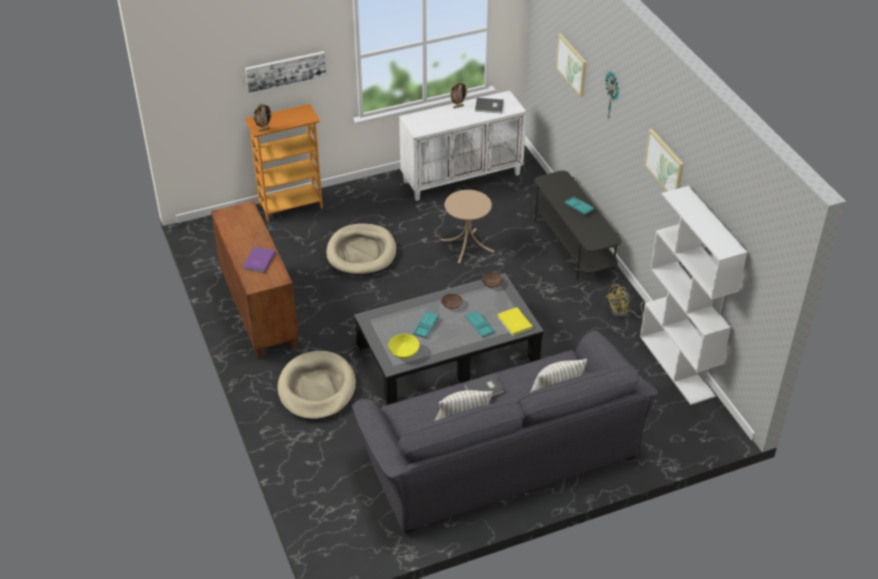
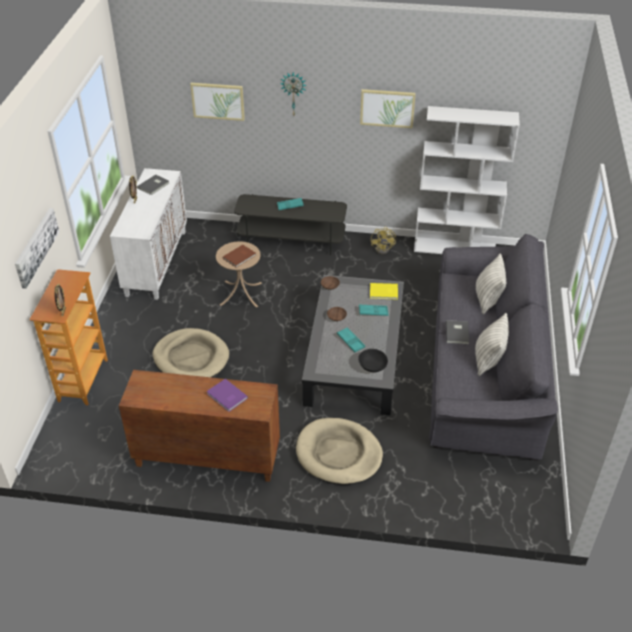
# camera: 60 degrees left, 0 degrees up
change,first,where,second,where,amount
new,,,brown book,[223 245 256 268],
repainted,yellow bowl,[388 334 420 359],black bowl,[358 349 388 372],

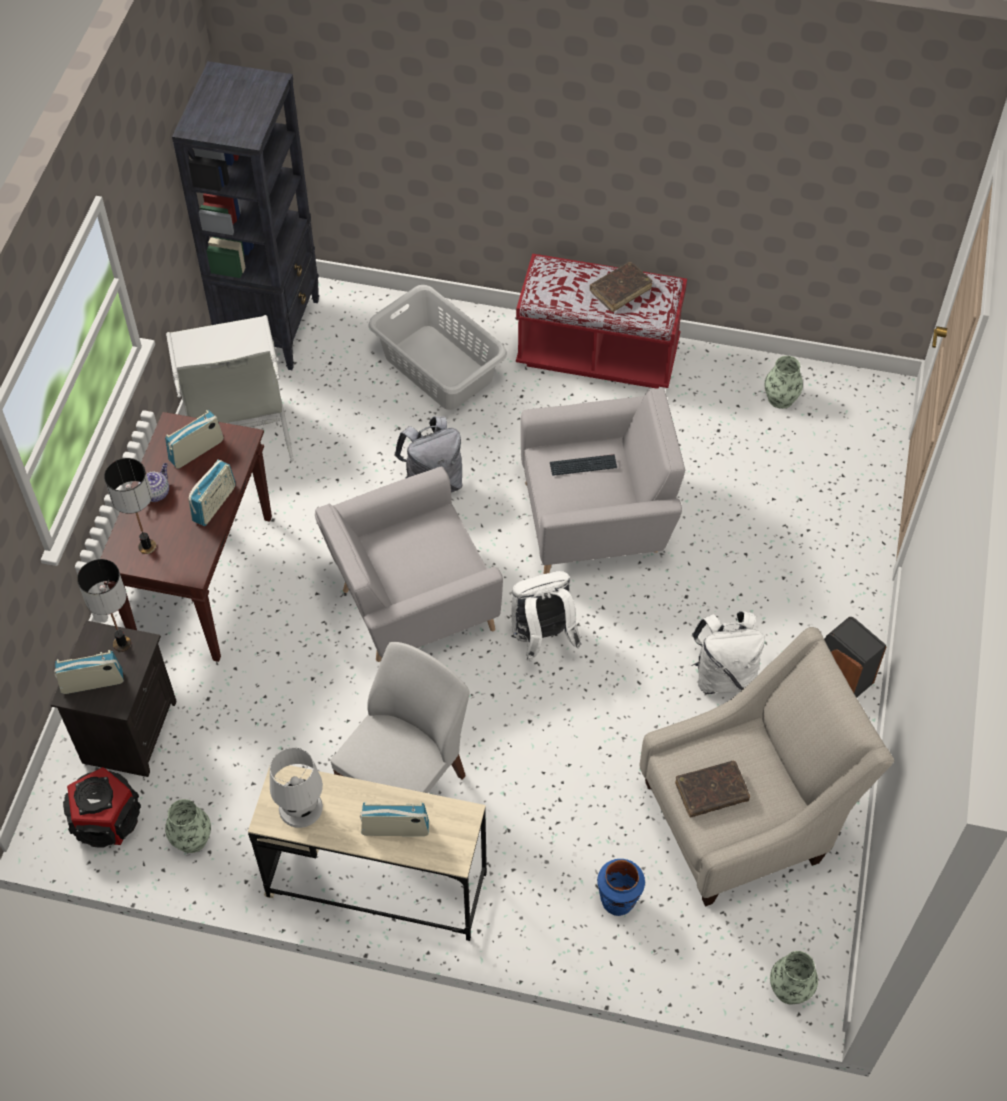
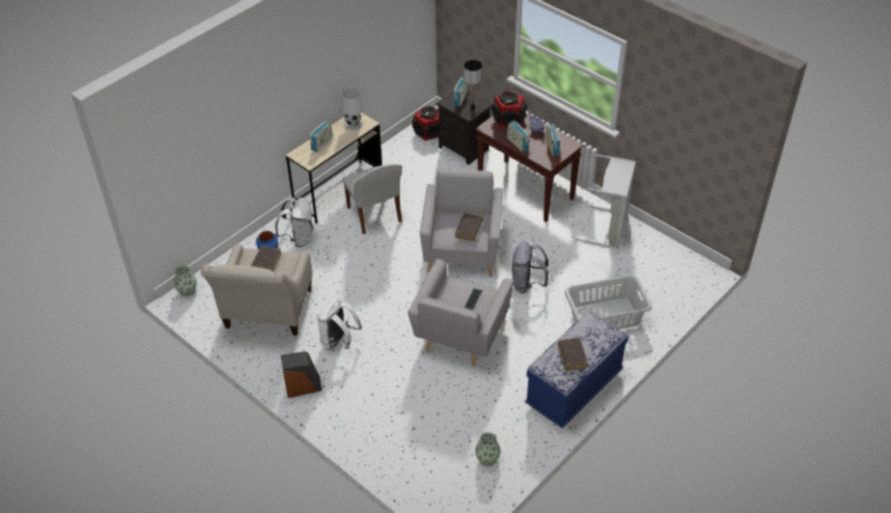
# camera: 120 degrees right, 10 degrees down
change,first,where,second,where,amount
gone,vase,[165 799 211 853],,,
gone,black bookcase,[172 61 320 370],,,
new,,,brown book,[455 213 483 241],
shifted,white backpack,[511 571 582 661],,[275 197 314 248],
swapped,table lamp,[104 458 156 554],speaker,[491 90 527 127],
repainted,red bench,[516 254 687 389],blue bench,[525 312 628 429],

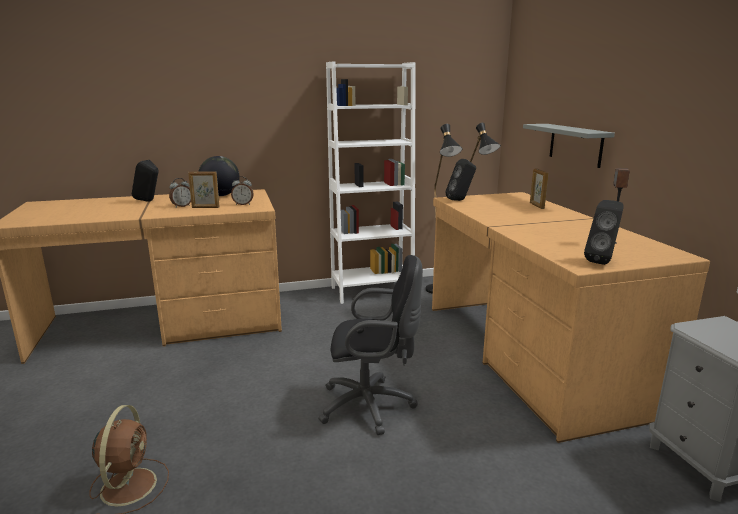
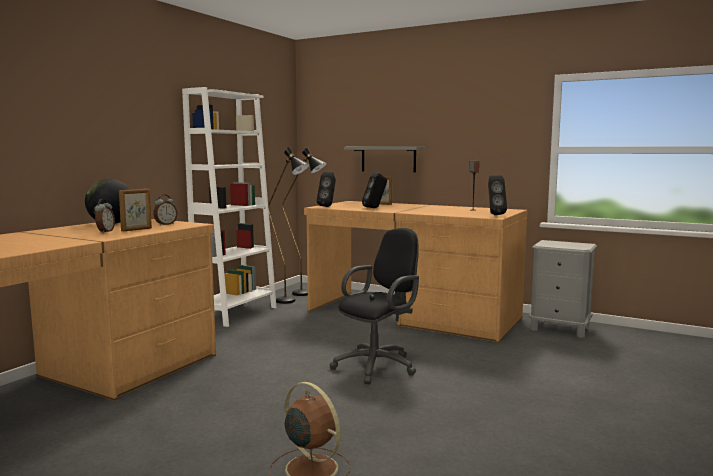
# camera: 45 degrees left, 10 degrees down
change,first,where,second,where,amount
shifted,black speaker,[132 160 159 202],,[362 172 387 208],

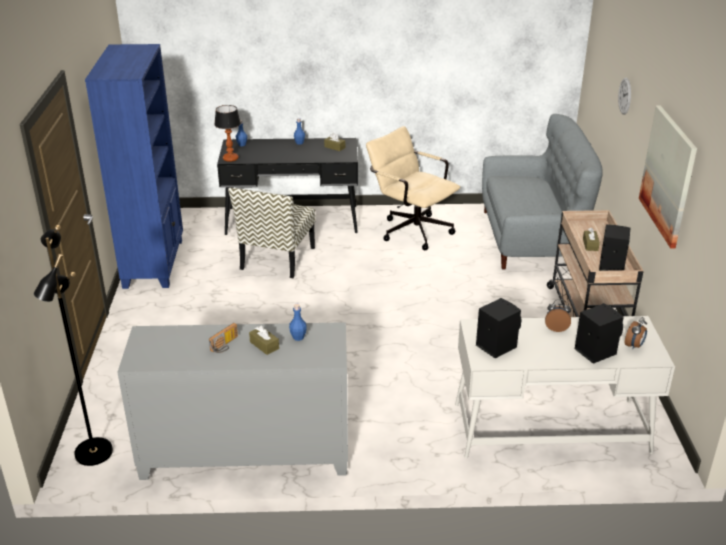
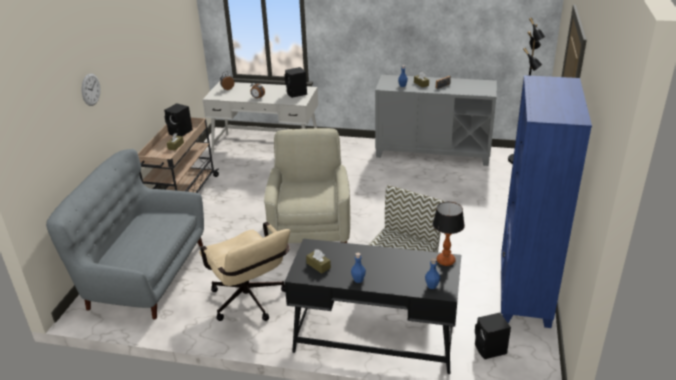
# camera: 165 degrees left, 0 degrees up
change,first,where,second,where,amount
gone,picture,[639 105 697 249],,,
new,,,beige armchair,[264 128 350 243],
shifted,black speaker,[575 303 624 364],,[475 313 511 359],

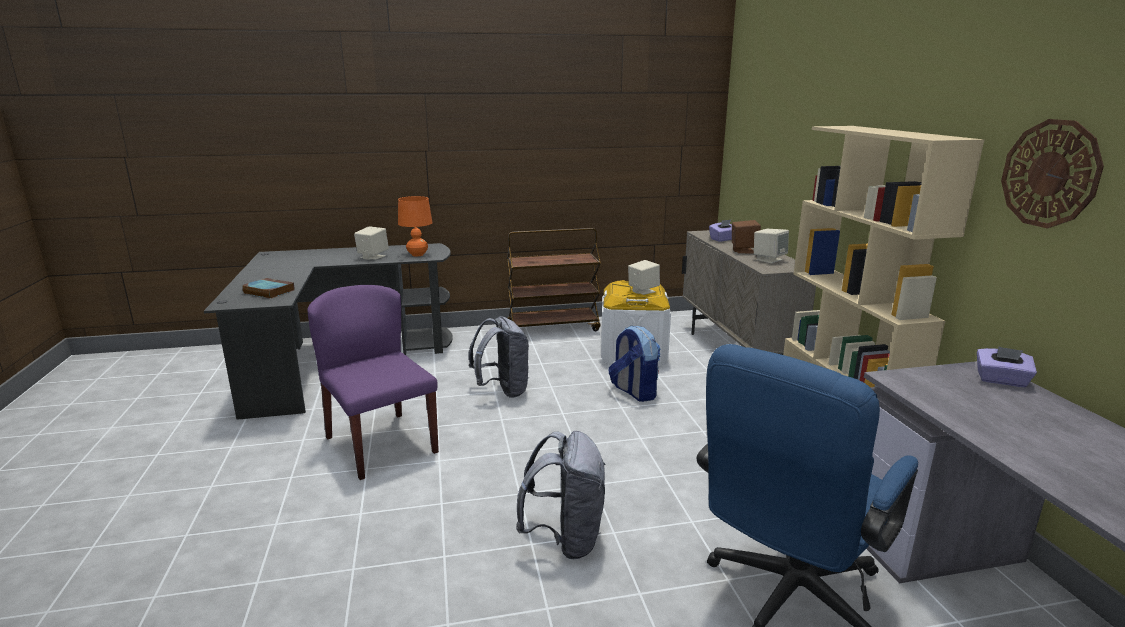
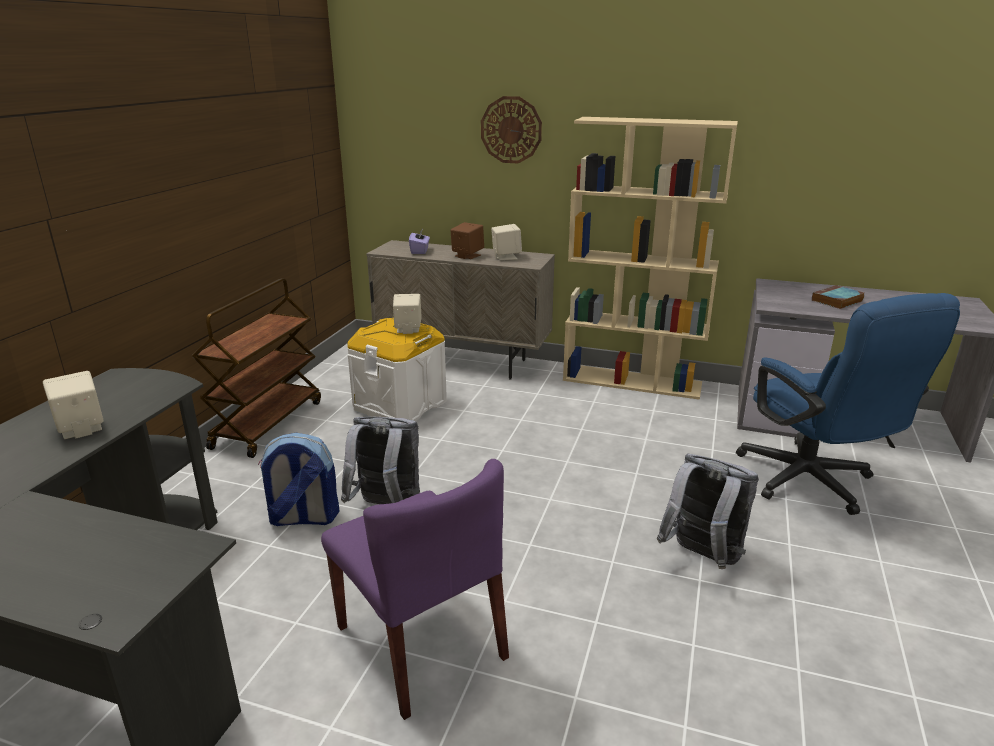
# camera: 60 degrees left, 5 degrees up
change,first,where,second,where,amount
gone,orange table lamp,[398 196 433 256],,,
gone,purple tissue box,[977 347 1037 387],,,
shifted,book,[242 278 295 299],,[812 285 864 309],
shifted,backpack,[609 325 661 402],,[258 433 339 526],
shifted,wall clock,[1001 119 1104 228],,[481 96 542 164],
rotated,purple chair,[307 285 439 480],,[321 459 509 720],120 degrees counterclockwise

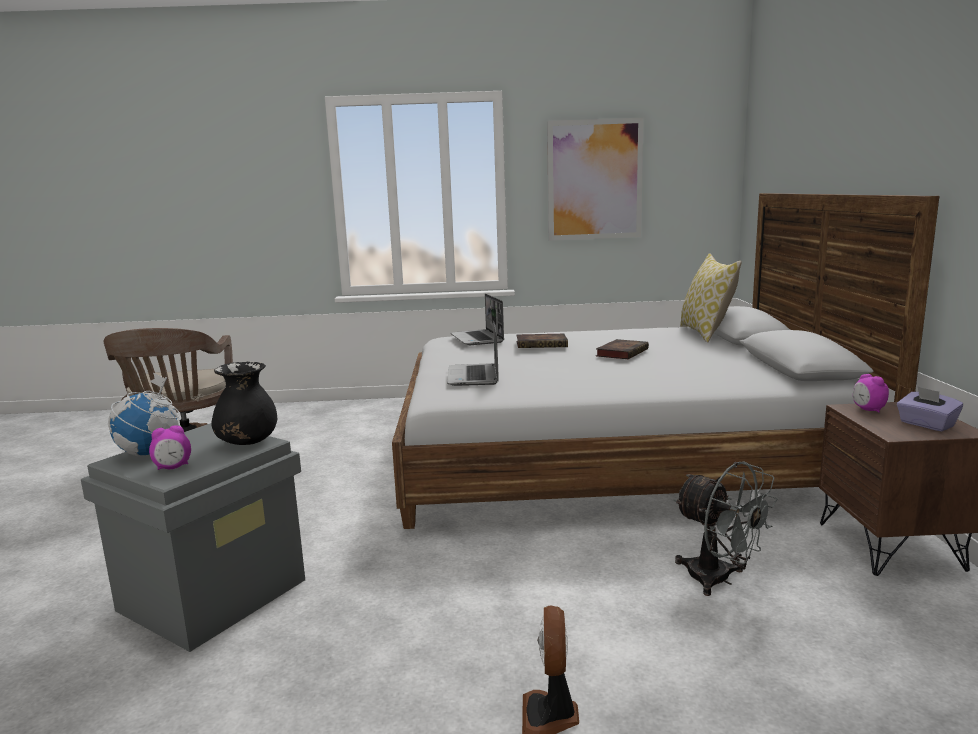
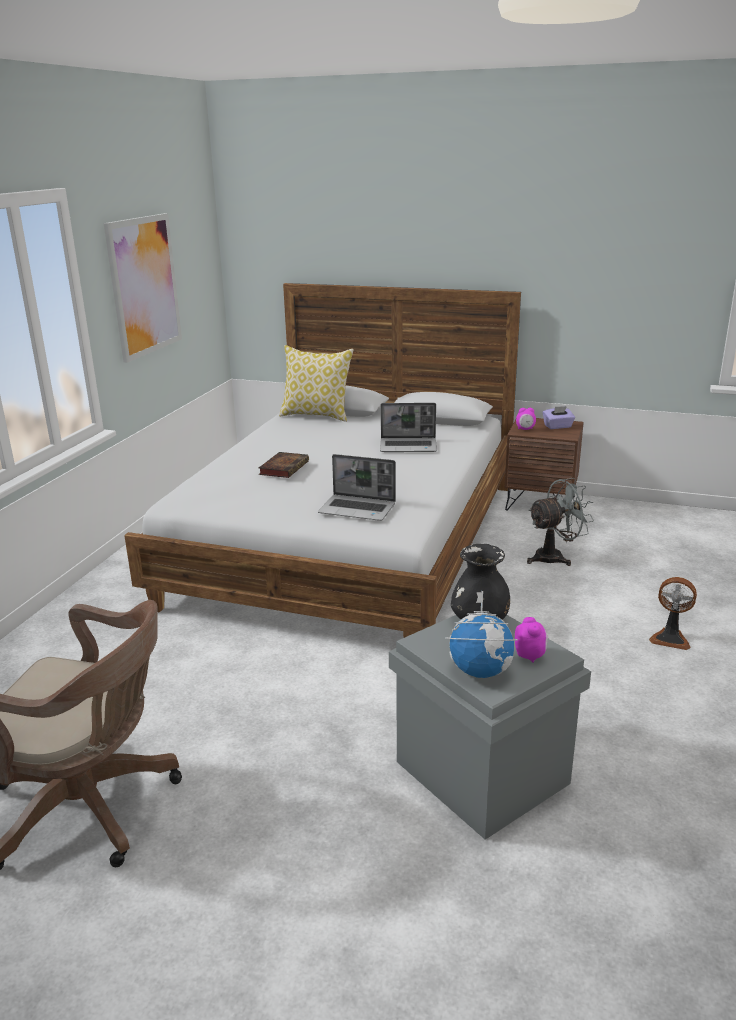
# camera: 70 degrees left, 10 degrees up
change,first,where,second,where,amount
gone,book,[596 339 649 359],,,
shifted,laptop,[450 294 504 345],,[380 403 437 452],

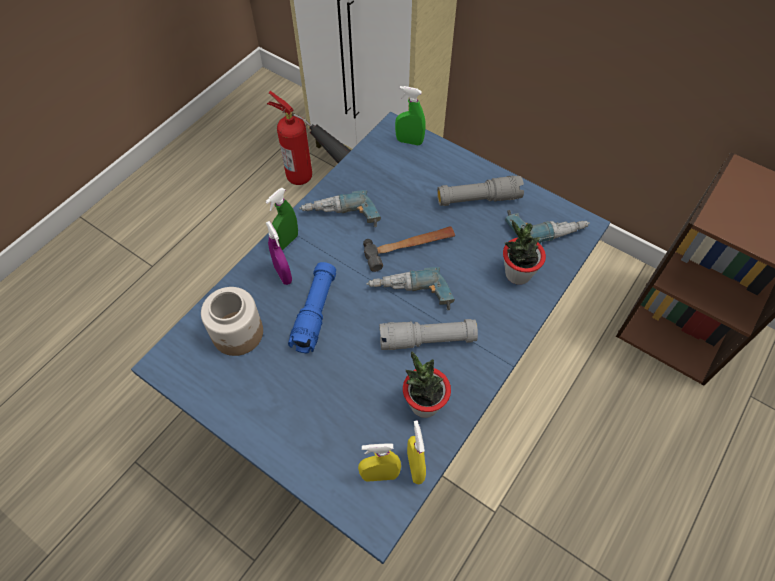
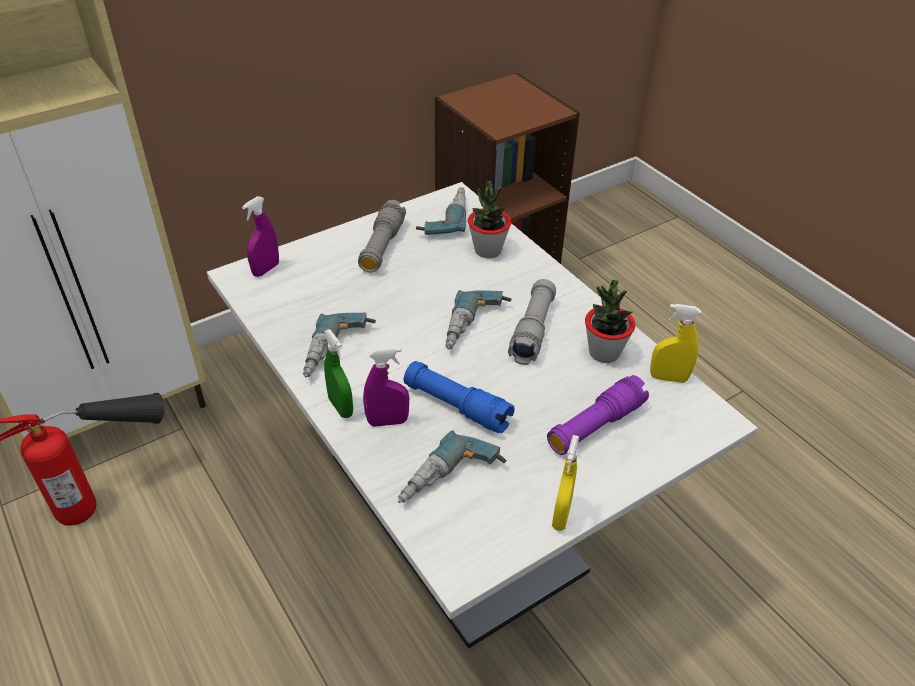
# camera: 70 degrees left, 15 degrees down
change,first,where,second,where,amount
gone,hammer,[363 226 455 272],,,
new,,,purple flashlight,[547 375 649 455],
shifted,yellow spray bottle,[358 443 401 482],,[552 435 579 531],
swapped,jar,[201 287 263 356],power drill,[398 430 506 503],
repainted,blue dining table,[131 112 610 564],white dining table,[207 182 758 649],
repainted,green spray bottle,[395 86 426 145],purple spray bottle,[242 196 279 277],

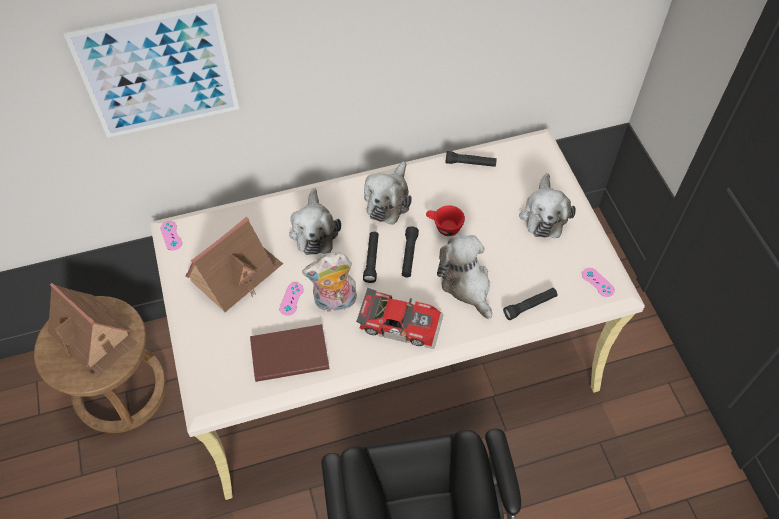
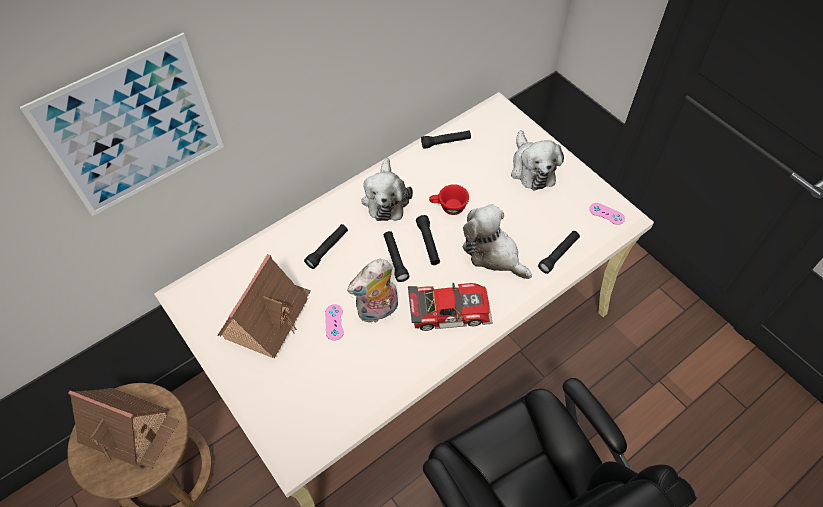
# camera: 20 degrees left, 0 degrees up
change,first,where,second,where,amount
gone,pink game controller,[160 221 182 250],,,
gone,brown book,[250 324 329 382],,,
swapped,plush toy,[289 188 341 255],black flashlight,[304 224 348 269],

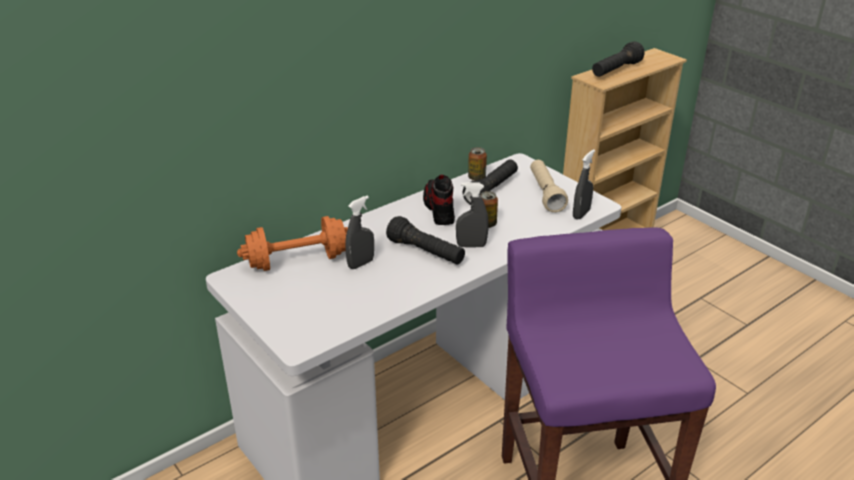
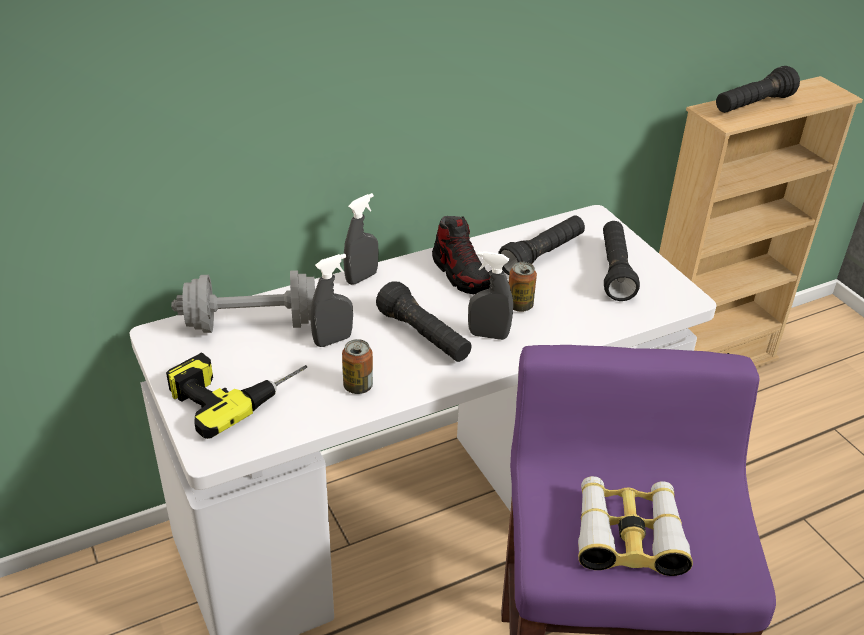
# camera: 10 degrees right, 5 degrees up
change,first,where,second,where,amount
new,,,power drill,[166 353 307 439],
new,,,binoculars,[578 476 693 576],
shifted,can,[468 147 487 181],,[342 339 373 394],
shifted,grey spray bottle,[573 149 595 220],,[343 193 379 285],
repainted,orange dumbbell,[237 216 348 271],grey dumbbell,[171 270 316 333],
repainted,beige flashlight,[530 160 568 212],black flashlight,[603 221 640 301],
rotated,shoe,[423 175 455 225],,[432 216 491 294],150 degrees clockwise

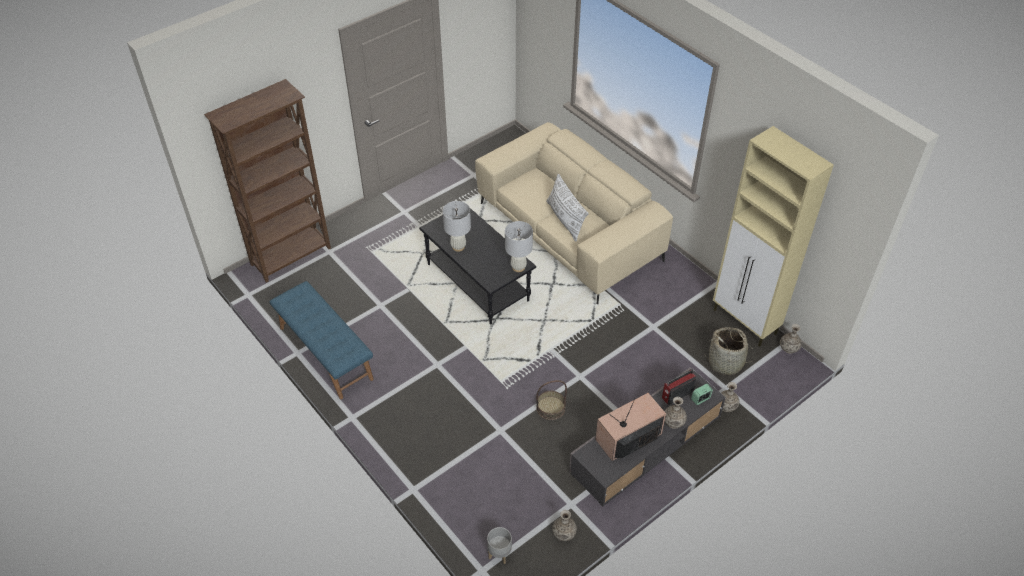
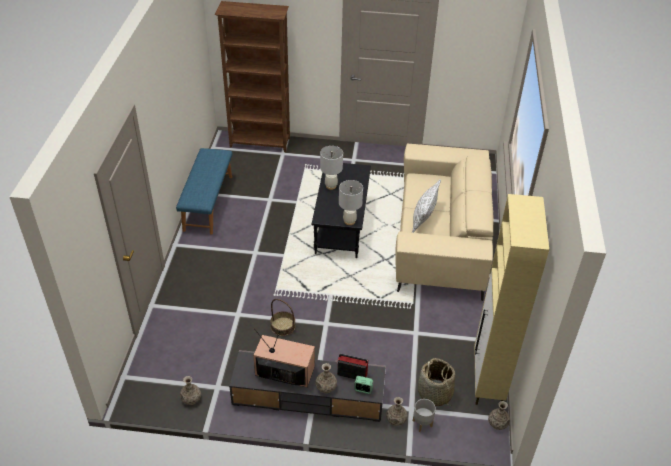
# camera: 45 degrees right, 5 degrees down
change,first,where,second,where,amount
shifted,grey planter,[487 527 512 564],,[413 399 436 432],

